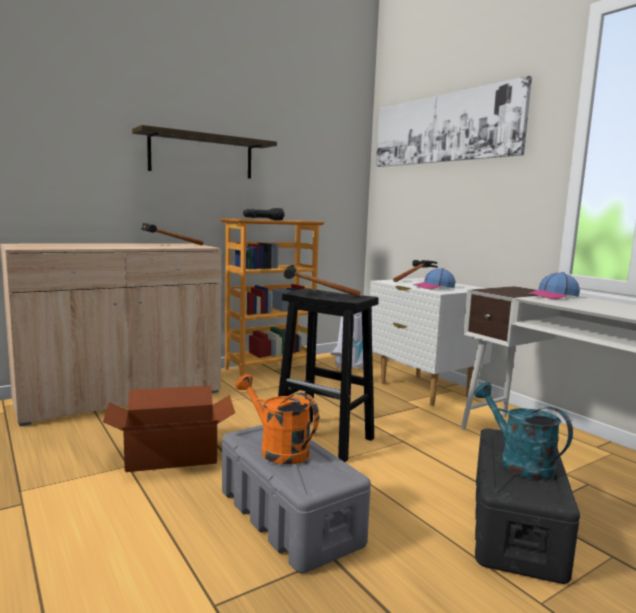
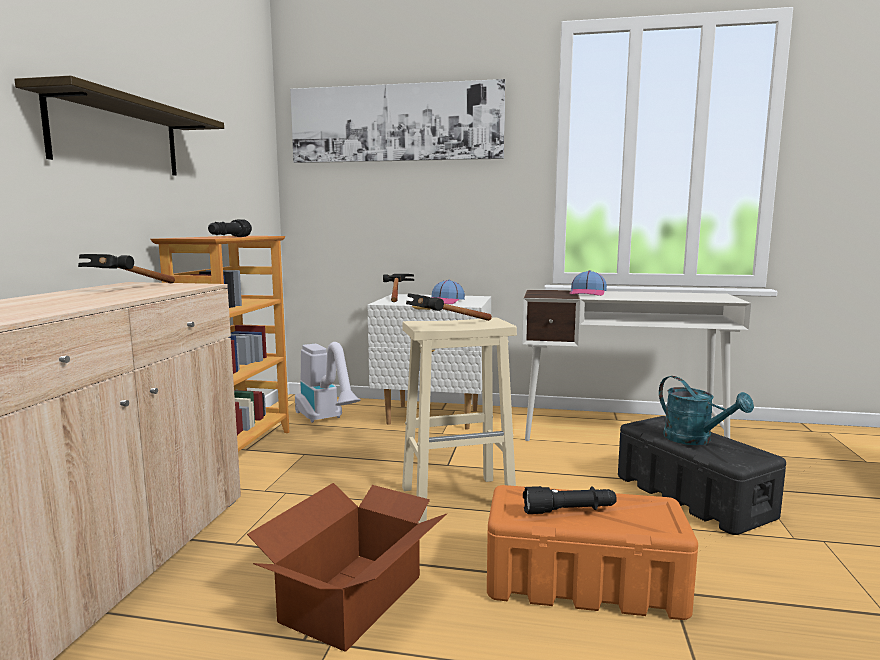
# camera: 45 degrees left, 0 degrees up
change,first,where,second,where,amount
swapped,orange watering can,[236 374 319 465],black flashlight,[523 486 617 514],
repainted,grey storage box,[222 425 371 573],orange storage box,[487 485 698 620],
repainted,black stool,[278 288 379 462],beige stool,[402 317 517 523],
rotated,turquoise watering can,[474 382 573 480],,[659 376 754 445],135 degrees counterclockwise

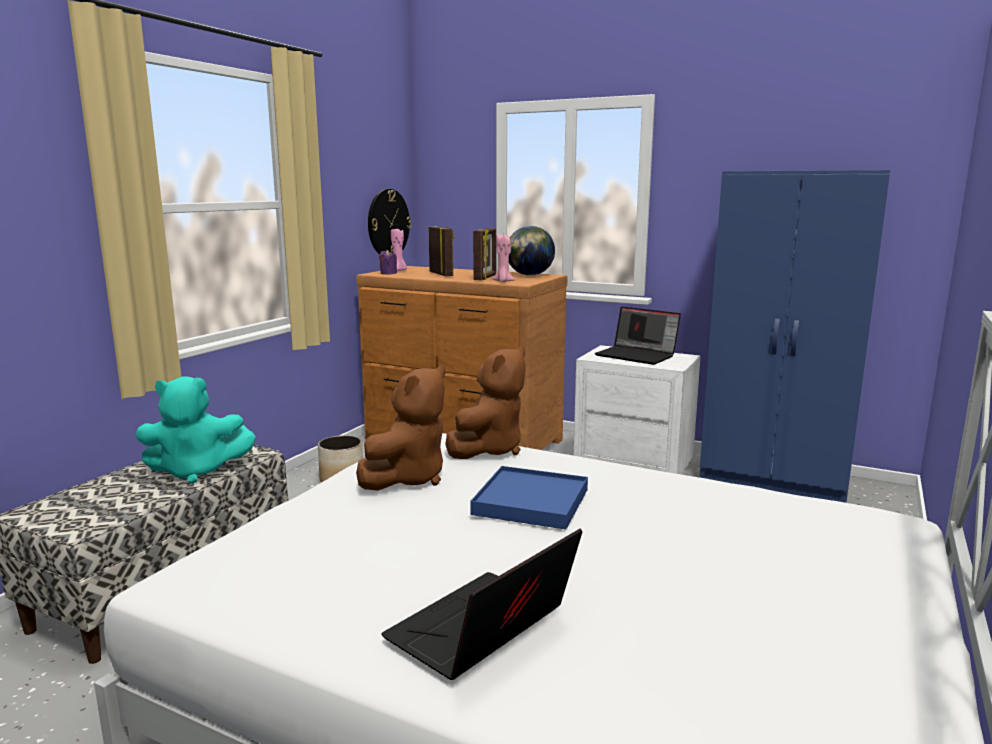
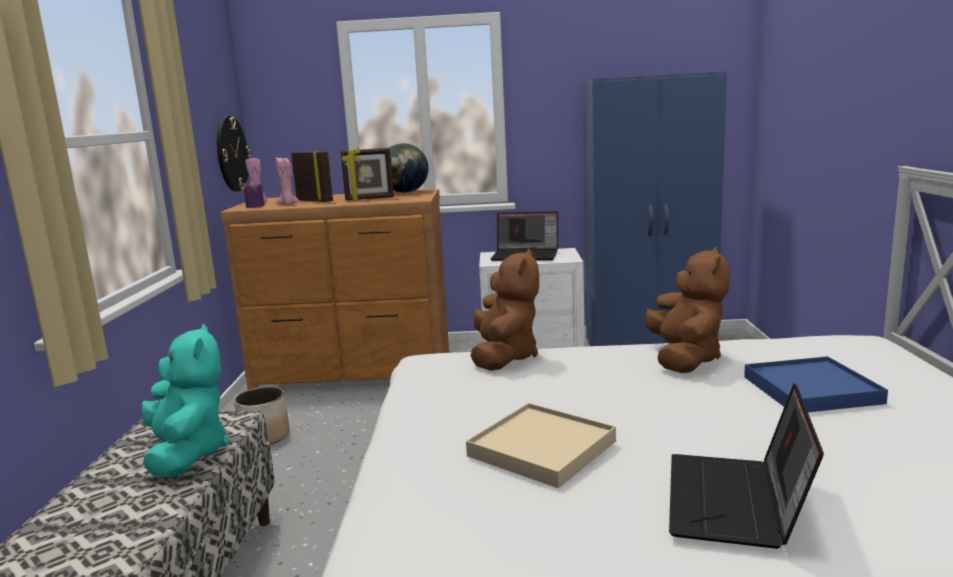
# camera: 25 degrees left, 0 degrees up
change,first,where,second,where,amount
new,,,beige tray,[466 403 616 488],
shifted,brown plush toy,[356 365 445 491],,[645 246 729 373],
shifted,blue tray,[470 466 588 530],,[744 356 888 412],
shifted,pink candle,[492 234 515 282],,[276 158 300 204],
rotated,turquoise plush toy,[135 377 256 484],,[142 324 229 478],75 degrees counterclockwise
rotated,picture frame,[473 228 496 280],,[340 148 394 201],90 degrees clockwise

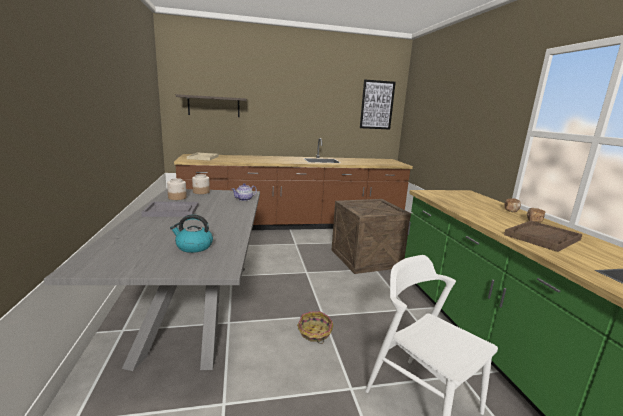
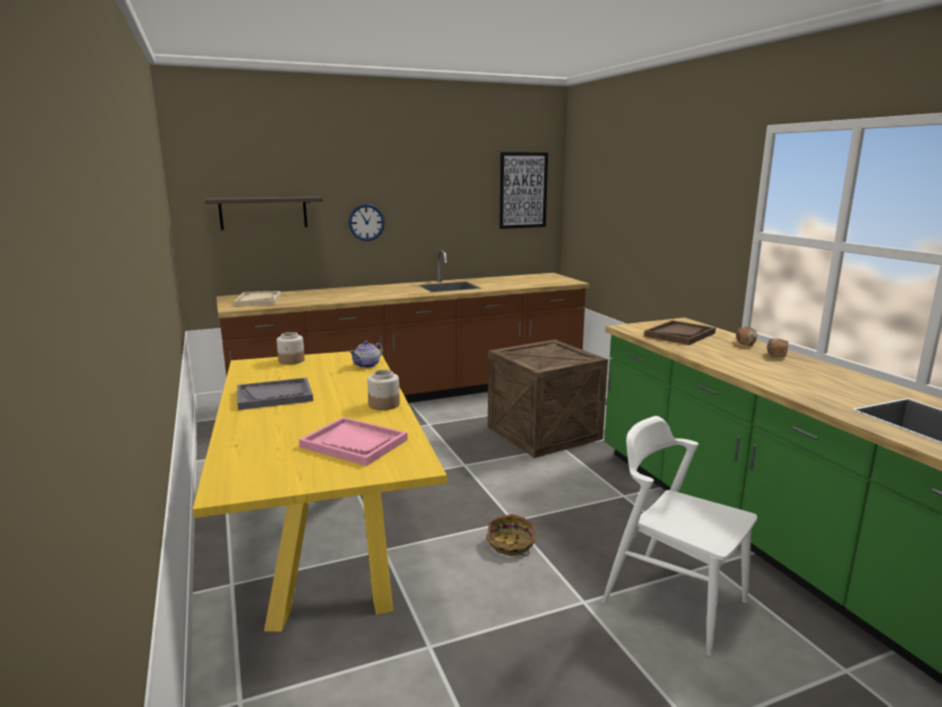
# camera: 10 degrees left, 0 degrees up
change,first,where,second,where,amount
new,,,wall clock,[349 204 385 241],
shifted,jar,[167 178 187 200],,[367 370 400 410],
shifted,brown tray,[504 221 583 252],,[644 320 716 345],
swapped,kettle,[170 214 213 253],pink tray,[299 417 408 466],
repainted,grey dining table,[44 189 260 371],yellow dining table,[193 349 447 632],

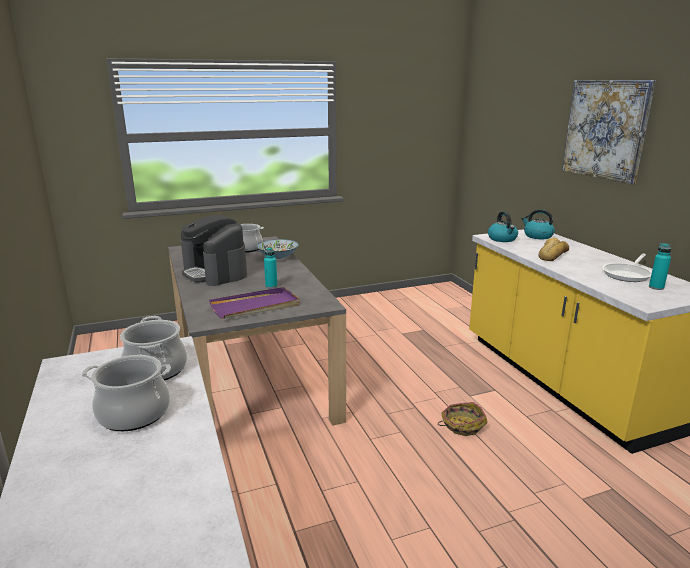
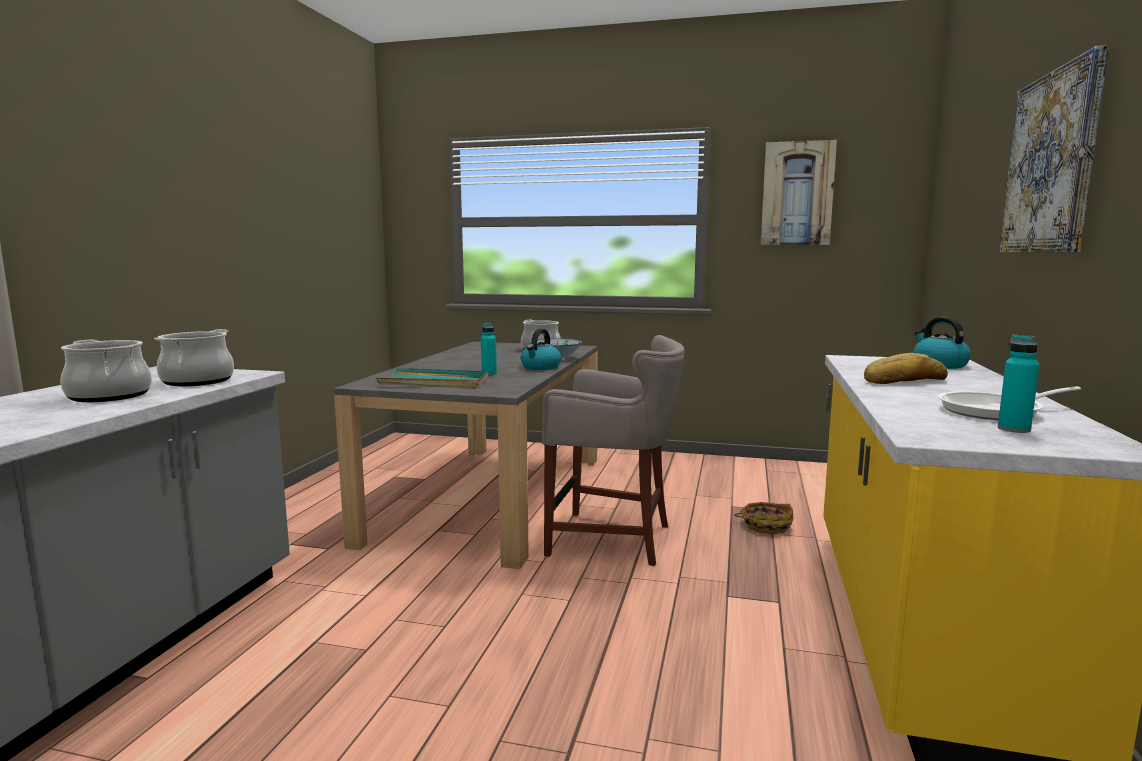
# camera: 35 degrees right, 10 degrees down
change,first,where,second,where,amount
gone,coffee machine,[181 215 247 286],,,
new,,,grey stool,[542 335 685 566],
new,,,picture,[761 140 837 245],
shifted,basket,[438 402 488 436],,[734 502 793 534],
shifted,kettle,[488 211 518 242],,[521 329 561 370],
repainted,purple tray,[209 287 300 319],turquoise tray,[376 368 488 388],

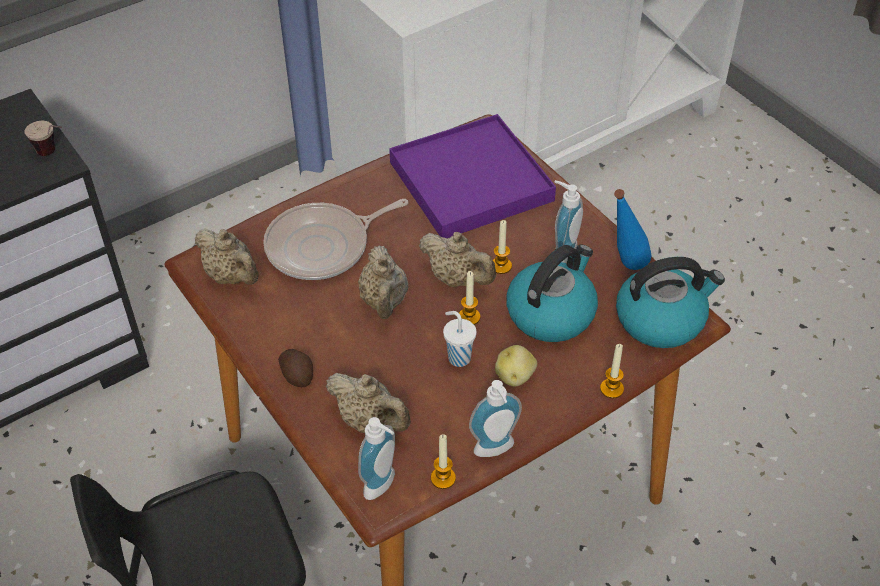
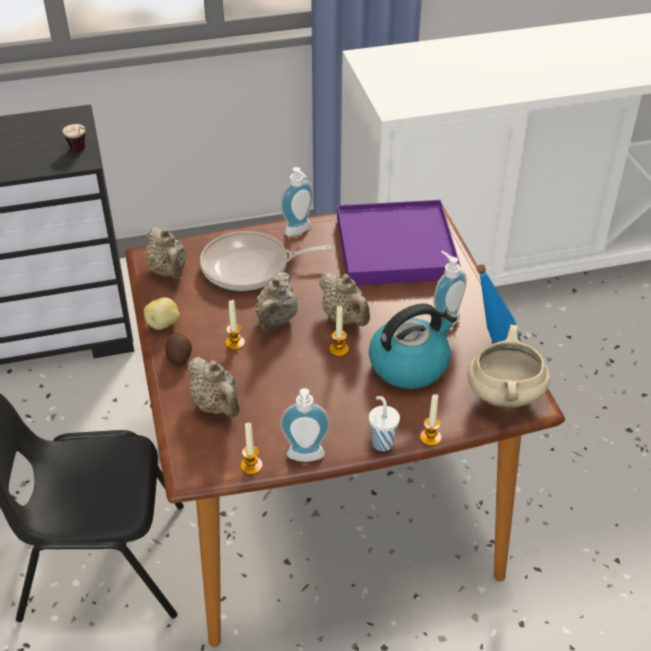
# camera: 20 degrees right, 5 degrees down
change,first,where,second,where,amount
shifted,soap dispenser,[358 417 395 500],,[281 167 314 236],
shifted,white cup,[443 311 477 367],,[369 396 400 451],
shifted,candle,[493 220 512 274],,[225 300 245 350],
shifted,potato,[495 345 537 387],,[144 297 180 330],
swapped,kettle,[616 257 725 348],beige cooking pot,[468 325 550 408],

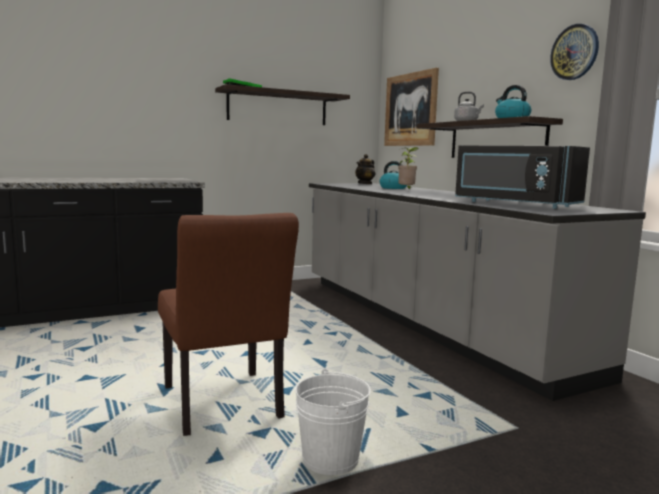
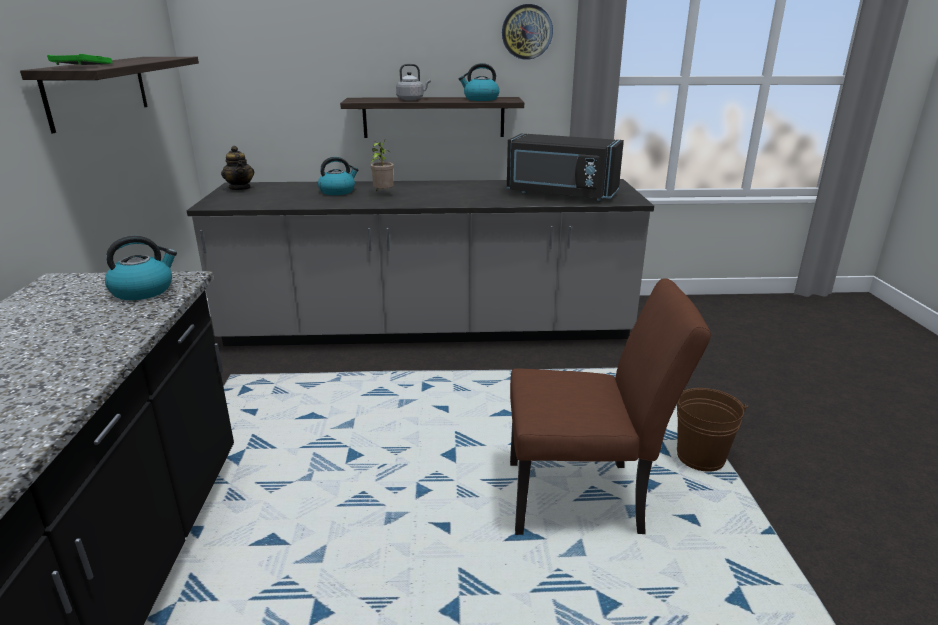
# camera: 65 degrees left, 15 degrees up
change,first,where,second,where,amount
gone,picture,[384 68 439 146],,,
new,,,kettle,[105 236 177 300],
repainted,white bucket,[295 369 371 475],brown bucket,[677 388 748 472],
rotated,black microwave,[455 145 590 209],,[507 133 624 201],45 degrees clockwise

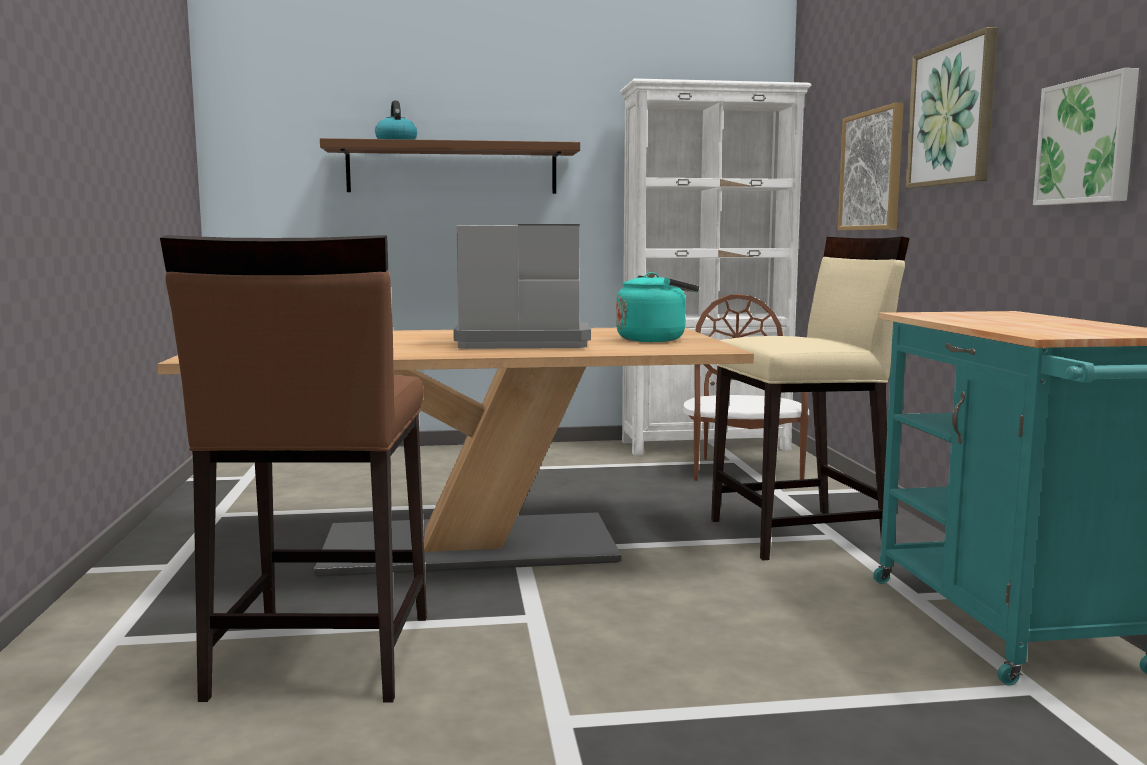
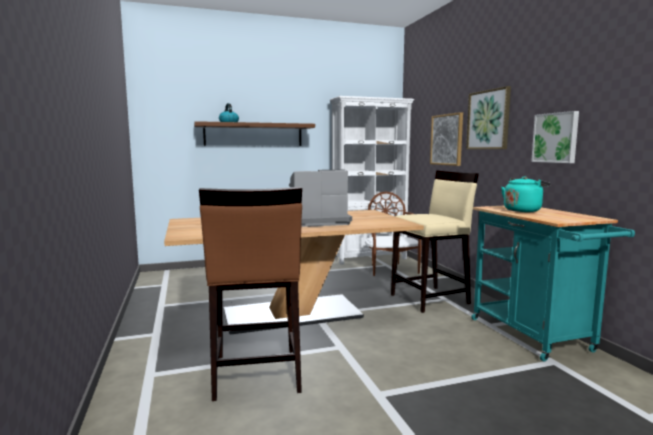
# camera: 10 degrees left, 0 degrees up
change,first,where,second,where,amount
shifted,turquoise kettle,[616 272 699 342],,[501 176 551 212],

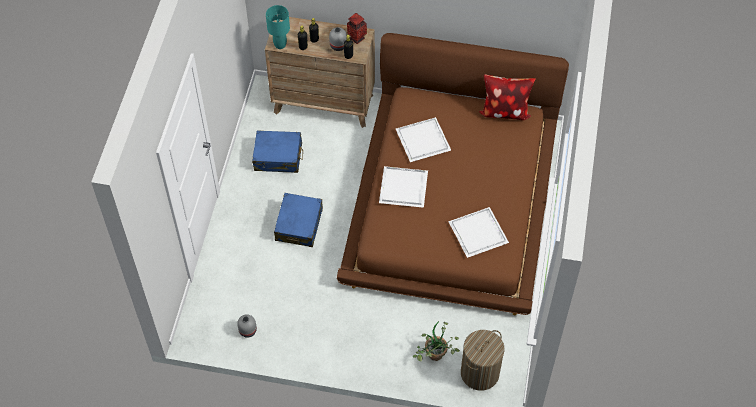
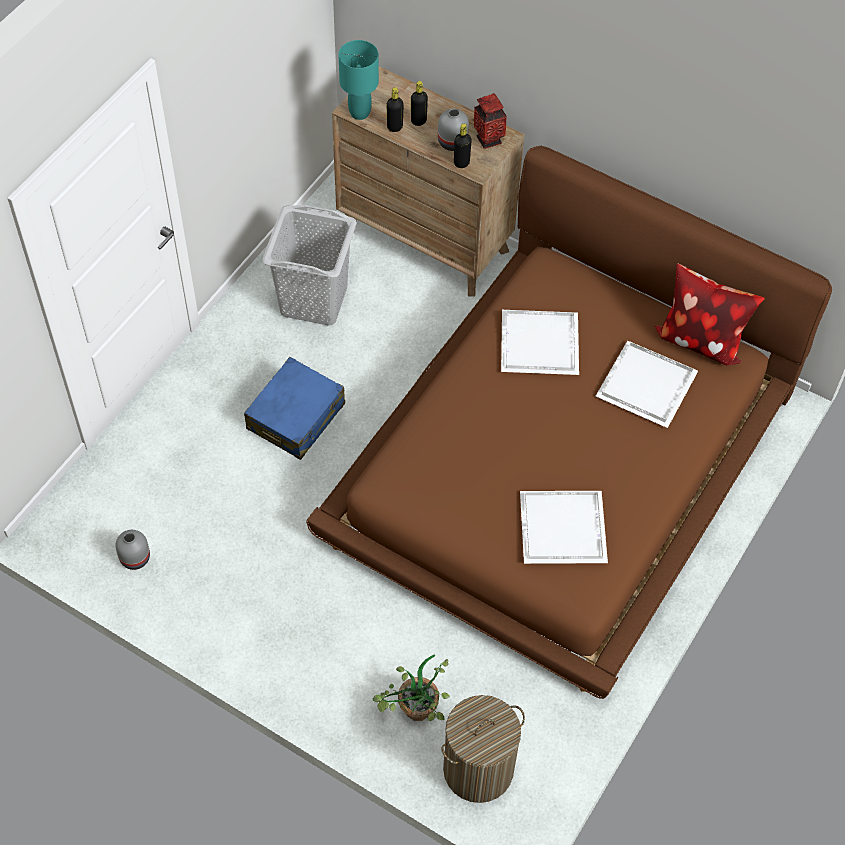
# camera: 20 degrees right, 0 degrees up
change,first,where,second,where,amount
shifted,white tray,[379 166 428 208],,[596 340 698 428],
swapped,blue suitcase,[252 131 303 173],grey laundry basket,[262 205 357 326],

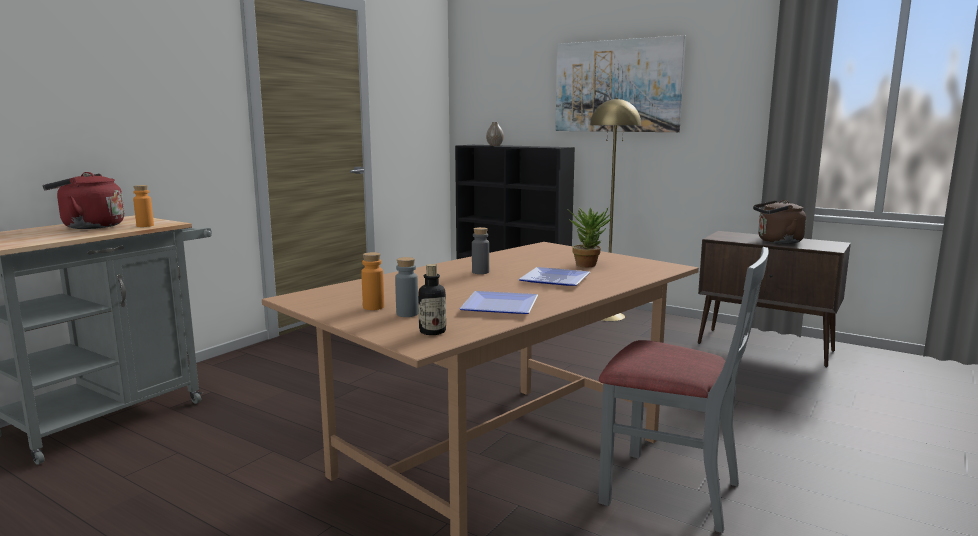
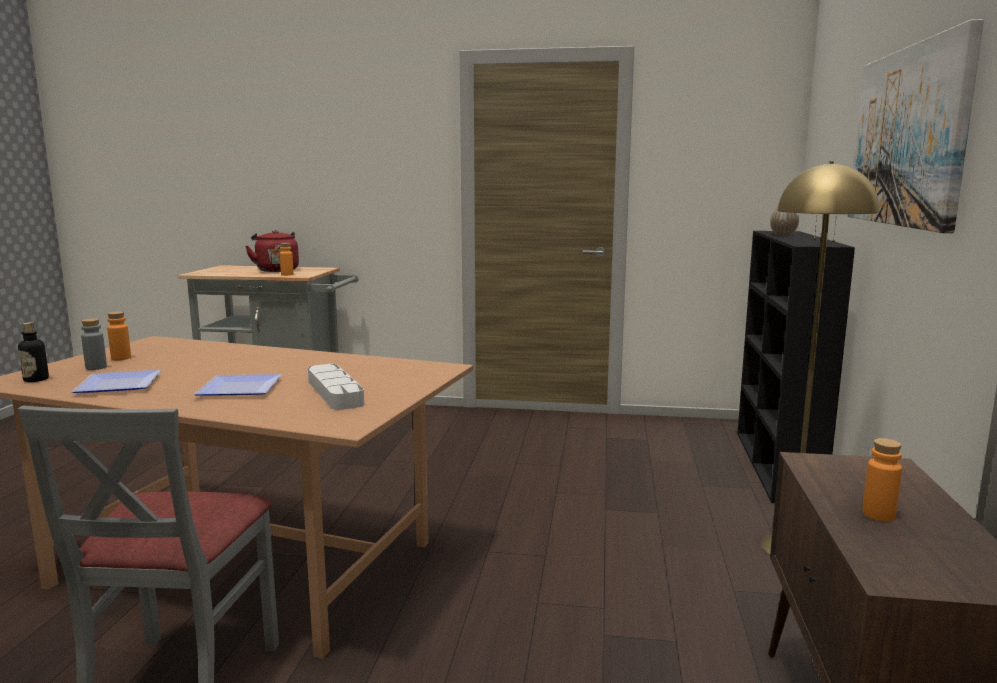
# camera: 65 degrees right, 0 degrees up
change,first,where,second,where,amount
gone,grey bottle,[472 227 489 274],,,
swapped,potted plant,[568 208 612 267],grey tray,[308 364 364 410],
swapped,brown kettle,[753 200 806 244],orange bottle,[862 438 902 521],

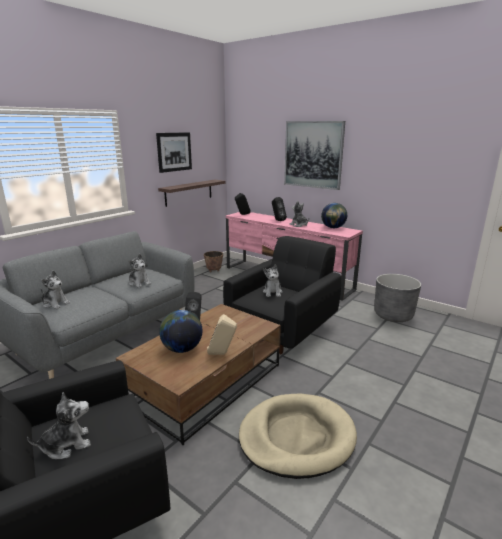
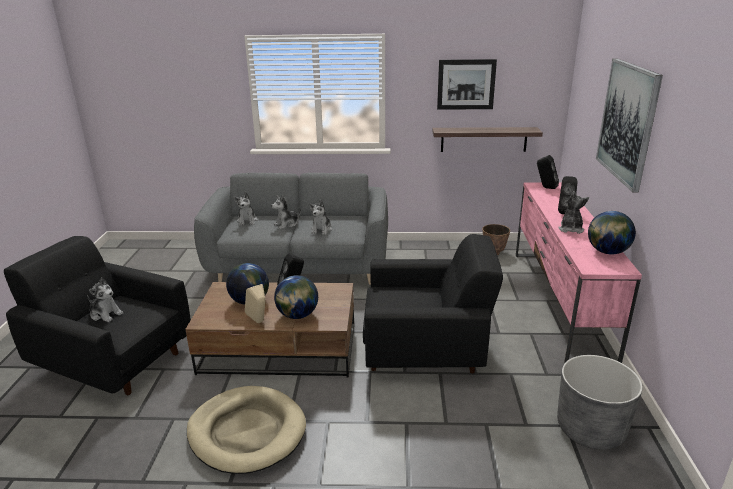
# camera: 55 degrees right, 5 degrees up
change,first,where,second,where,amount
new,,,globe,[274 275 318 319],
shifted,plush toy,[263 264 282 297],,[271 195 301 229],

